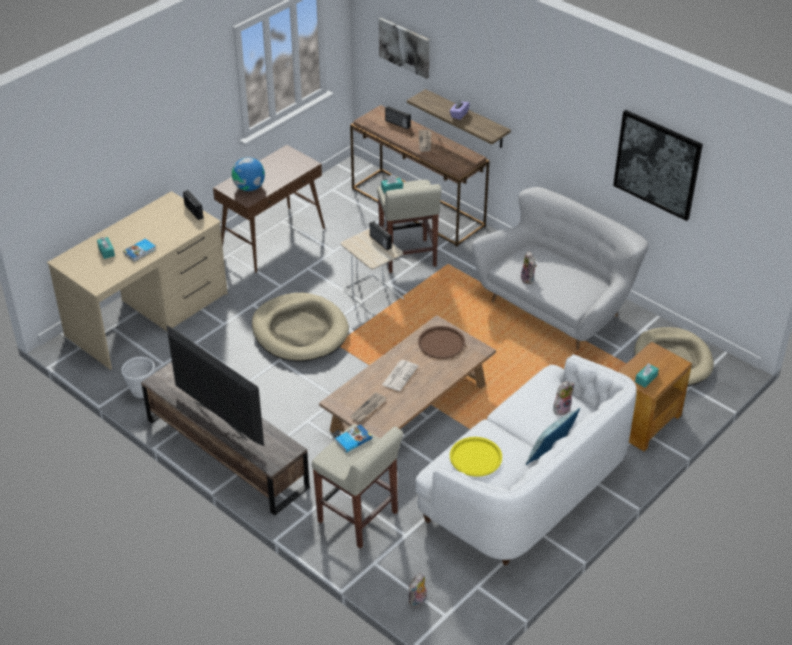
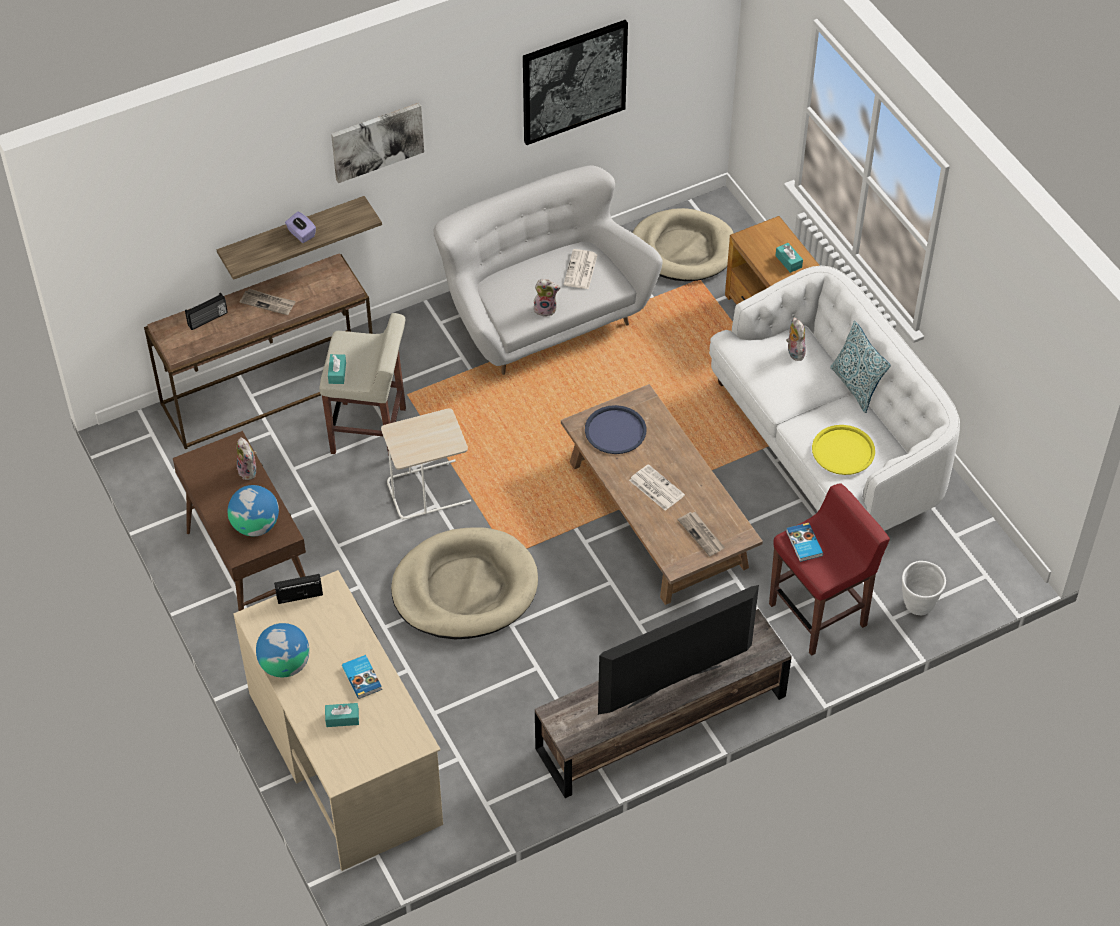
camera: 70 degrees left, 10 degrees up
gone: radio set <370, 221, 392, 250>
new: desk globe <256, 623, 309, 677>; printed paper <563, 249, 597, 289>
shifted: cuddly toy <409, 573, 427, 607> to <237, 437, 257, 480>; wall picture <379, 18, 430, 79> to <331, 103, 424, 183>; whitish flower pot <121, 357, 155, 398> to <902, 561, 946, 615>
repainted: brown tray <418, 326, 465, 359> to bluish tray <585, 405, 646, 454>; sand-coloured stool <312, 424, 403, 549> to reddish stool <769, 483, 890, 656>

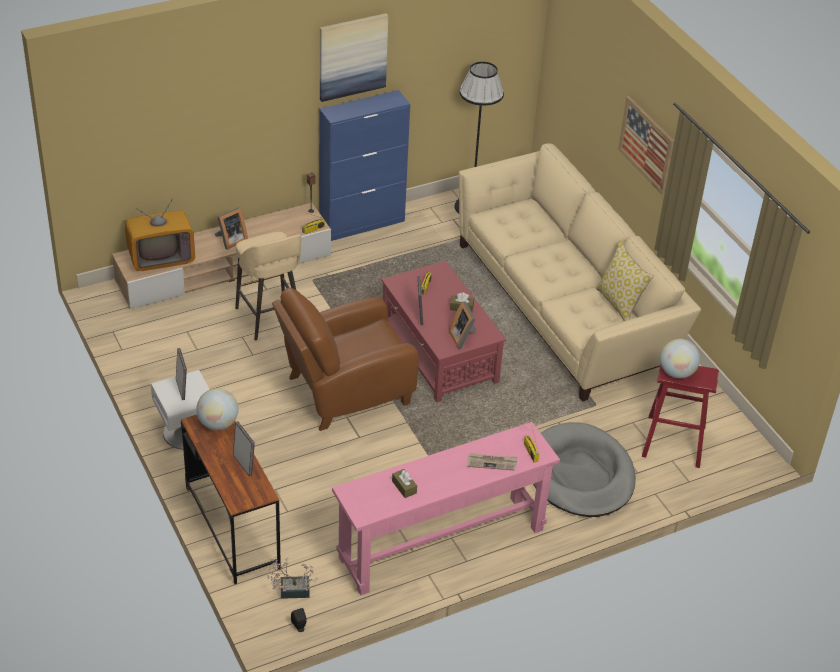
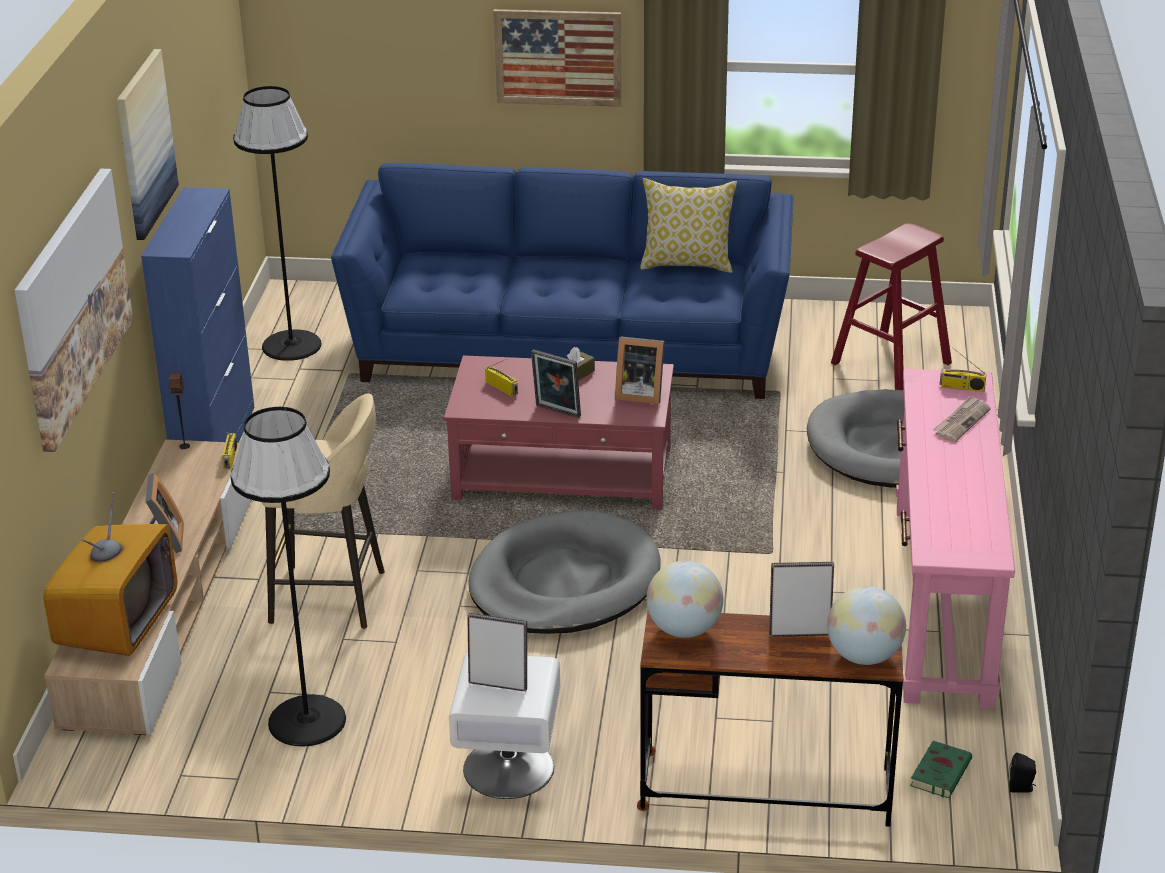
camera: 55 degrees left, 10 degrees down
gone: brown tissue holder <392, 469, 417, 498>
new: wall picture <14, 169, 133, 452>; blackish standing lamp <230, 407, 346, 747>
shifted: desk globe <660, 339, 700, 378> to <827, 586, 906, 665>
swapped: brown lounge chair <272, 288, 419, 431> to gray dog bed <468, 510, 660, 634>; houseplant <267, 557, 318, 599> to green-coloured volume <910, 741, 972, 798>
repainted: sand-coloured sofa <459, 143, 701, 402> to bluish sofa <331, 163, 793, 399>

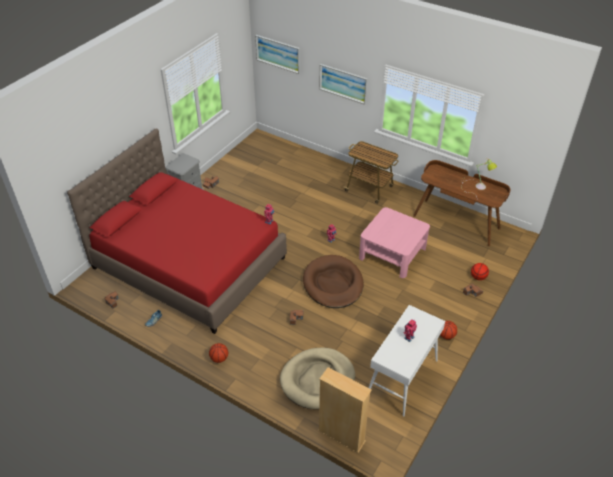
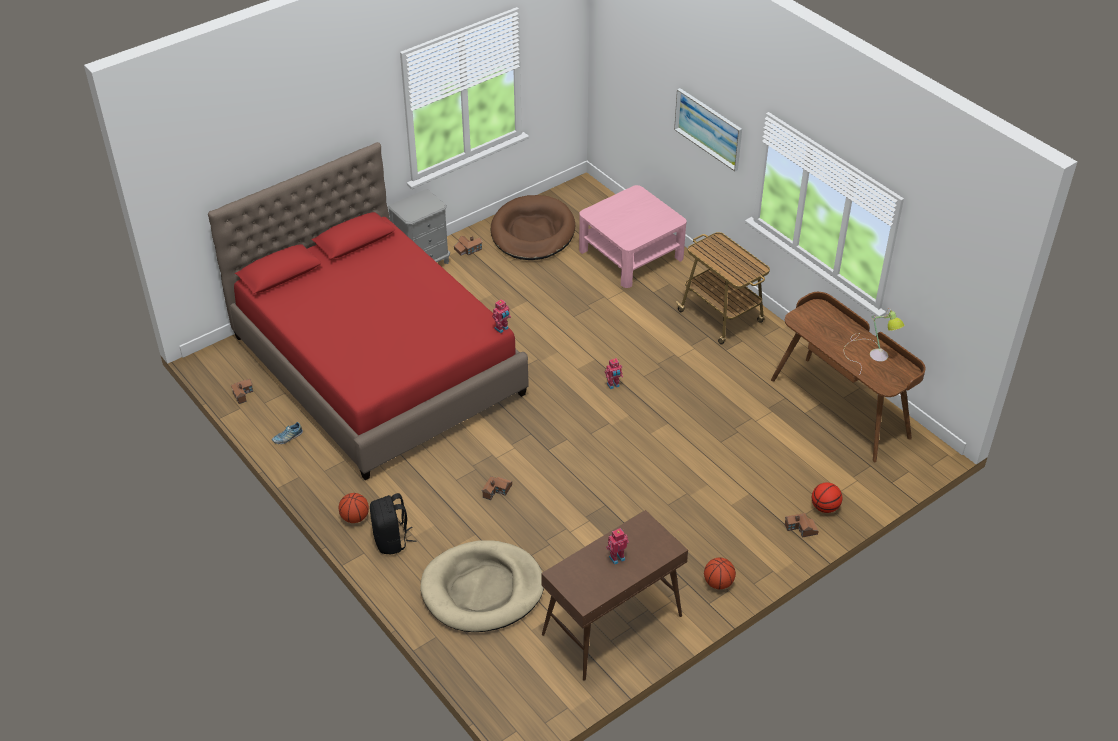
camera: 20 degrees right, 0 degrees up
gone: wall picture <255, 35, 300, 74>; sand-coloured bookcase <318, 367, 372, 453>
new: blackish rucksack <370, 493, 416, 555>
shifted: brown dog bed <303, 255, 364, 308> to <491, 195, 575, 260>; pinkish lounge table <359, 207, 430, 278> to <579, 185, 687, 288>
repainted: whitish console table <369, 305, 445, 417> to brown console table <541, 510, 688, 680>

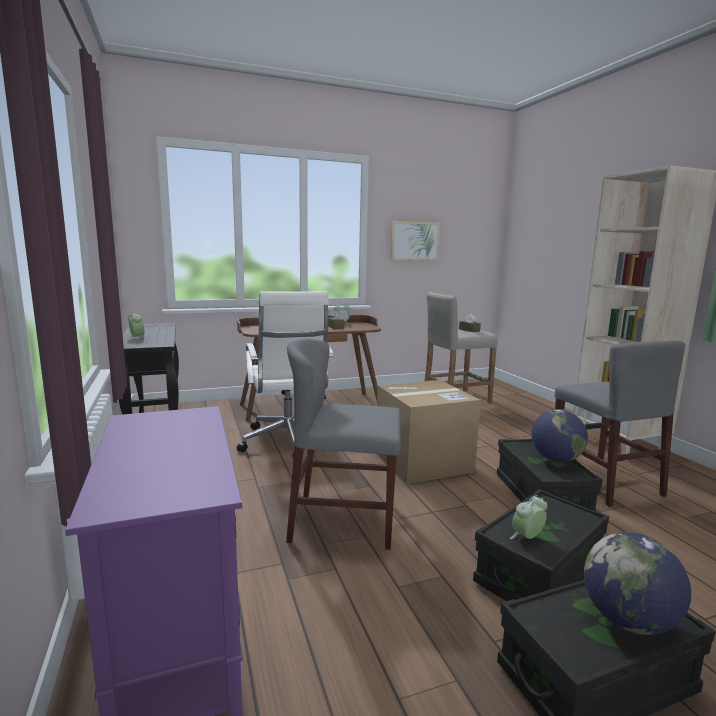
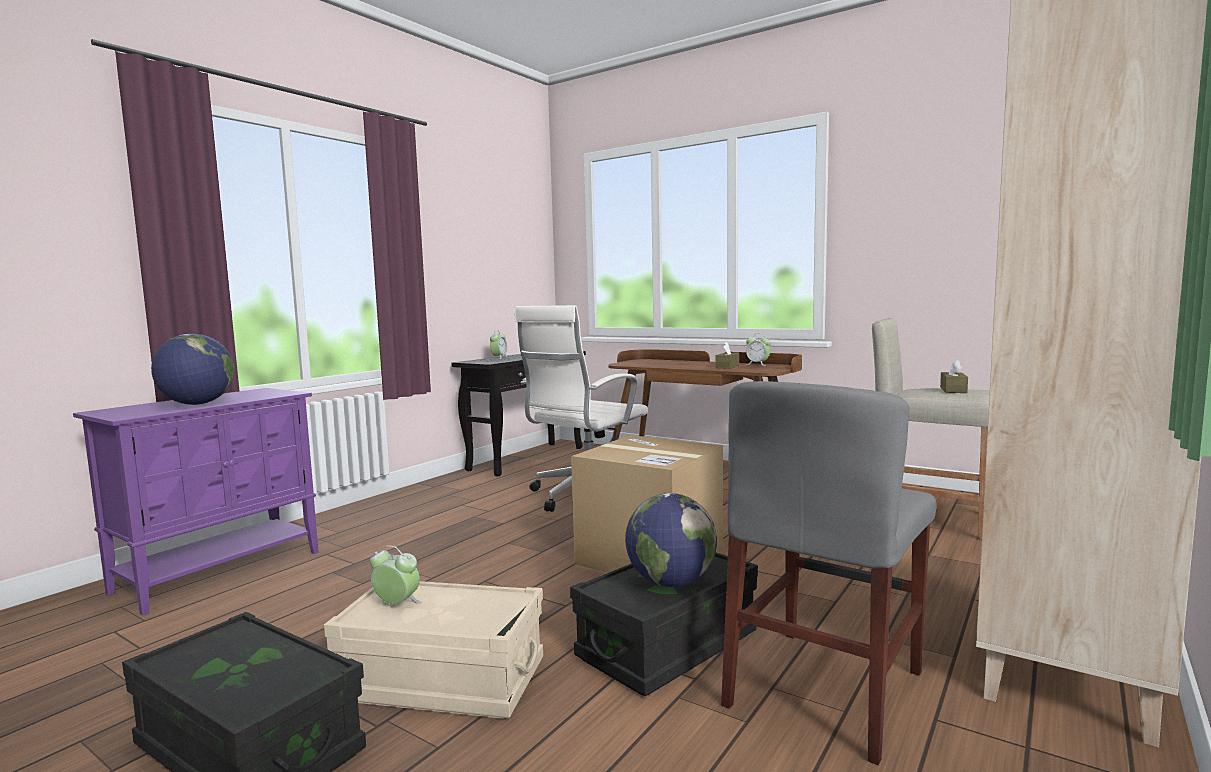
camera: 55 degrees right, 5 degrees down
gone: gray chair <286, 338, 401, 550>; wall picture <390, 221, 440, 261>
shifted: desk globe <584, 532, 691, 635> to <151, 334, 234, 405>
repainted: blackish storage container <473, 489, 609, 601> to sand-coloured storage container <324, 581, 543, 719>

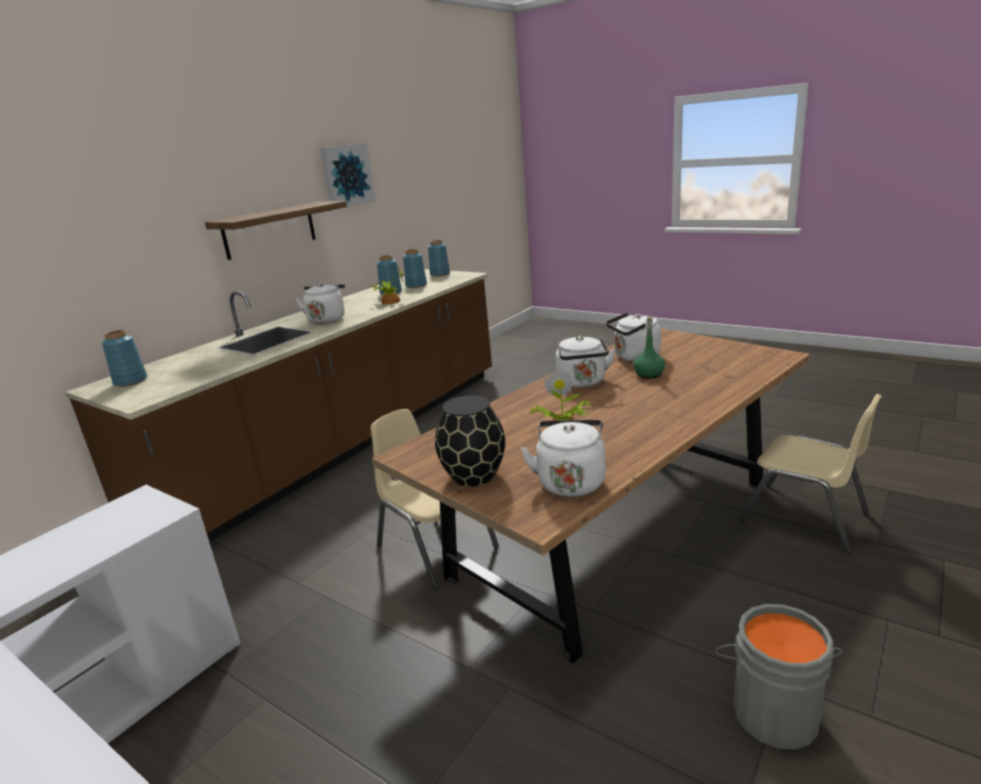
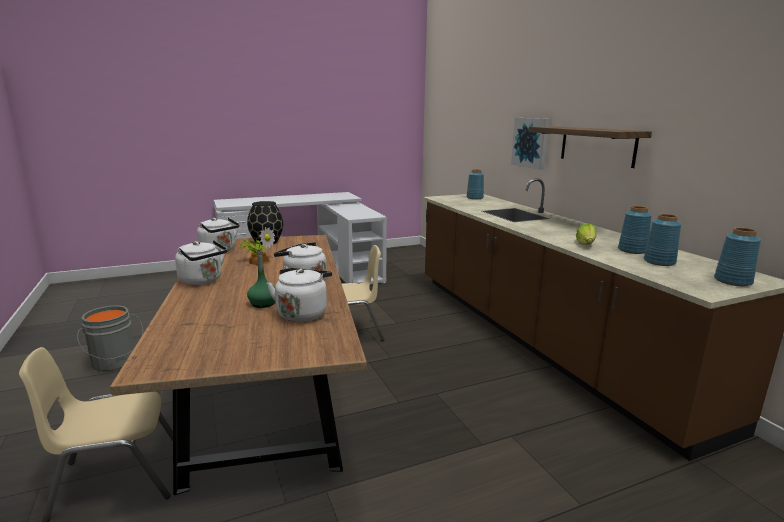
camera: 120 degrees right, 5 degrees down
shifted: whitish tea kettle <295, 283, 345, 324> to <175, 240, 227, 285>; wall picture <320, 143, 375, 207> to <511, 118, 550, 170>
swapped: houseplant <369, 266, 404, 304> to head of lettuce <576, 223, 596, 245>

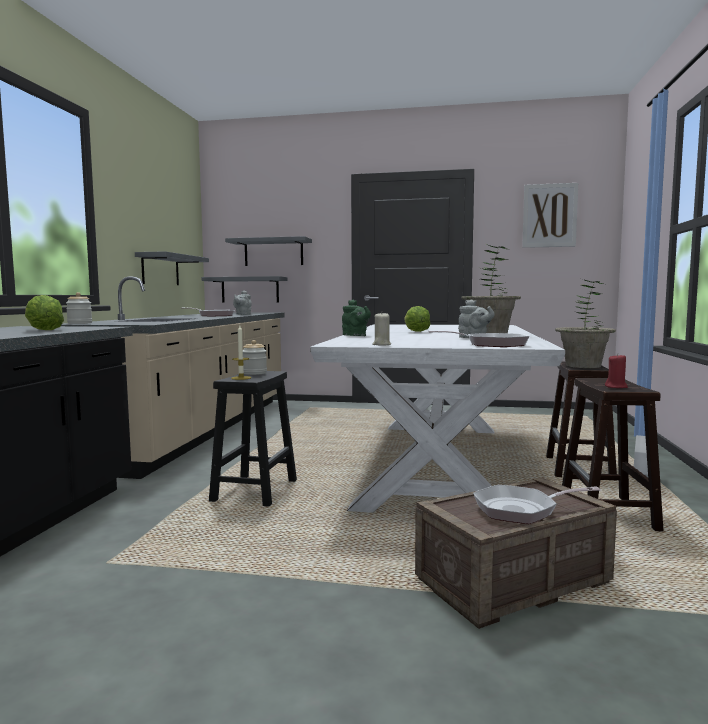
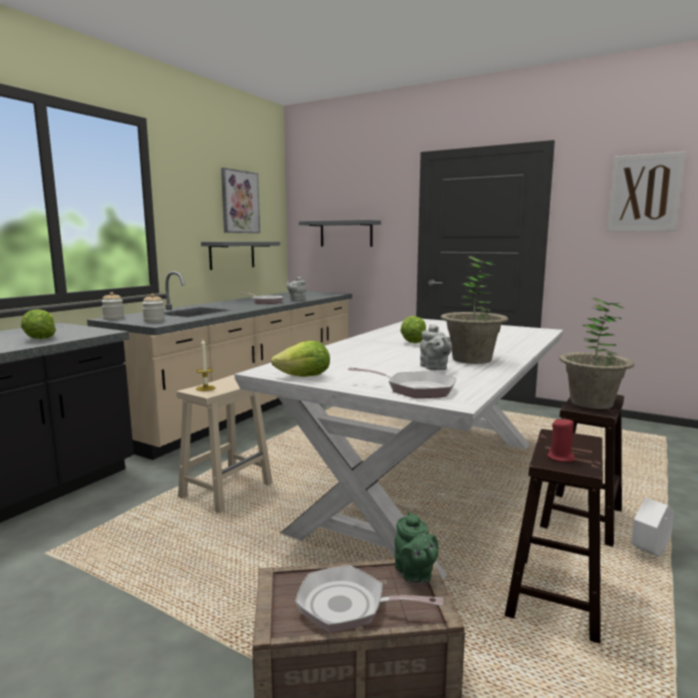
camera: 20 degrees right, 5 degrees up
gone: gray shelf <202, 276, 287, 303>
new: wall picture <221, 168, 260, 233>
shifted: jar <243, 340, 267, 375> to <142, 293, 165, 322>; green-coloured tea pot <342, 300, 371, 336> to <394, 511, 439, 583>
swapped: sand-coloured wax candle <372, 312, 391, 346> to head of lettuce <271, 341, 330, 377>
repainted: blackish stool <209, 371, 297, 507> to sand-coloured stool <176, 375, 273, 513>

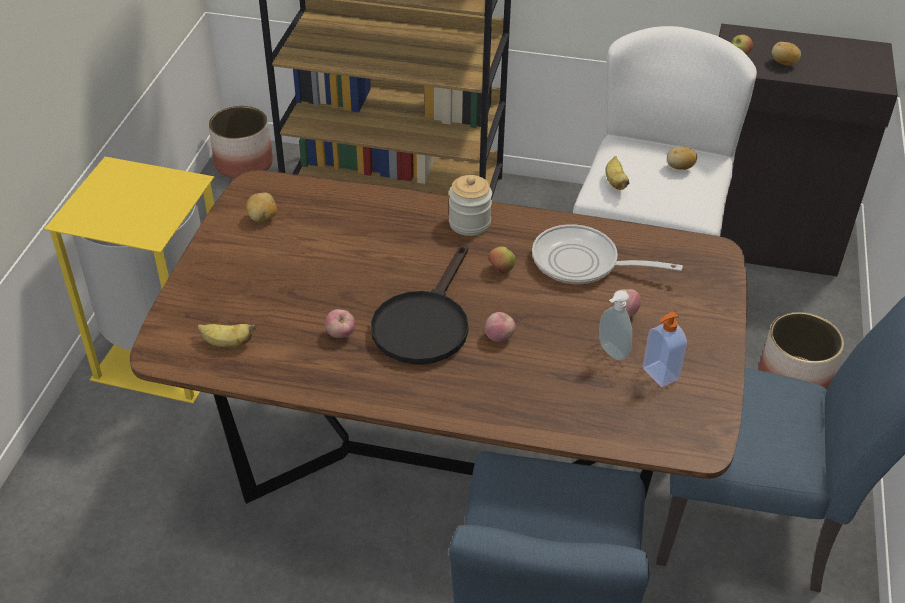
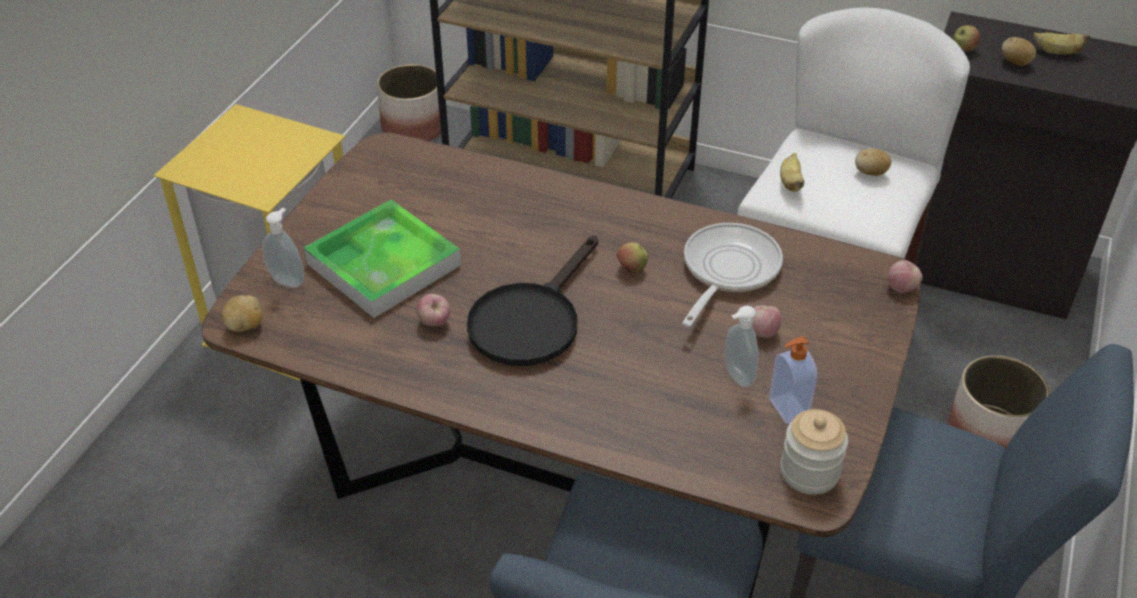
camera: 10 degrees right, 0 degrees up
new: liquid soap bottle <262, 208, 304, 288>; tray <304, 200, 461, 318>
shifted: potato <246, 192, 277, 222> to <222, 295, 262, 332>; jar <449, 175, 492, 236> to <780, 409, 848, 495>; whole apple <485, 312, 516, 342> to <887, 260, 923, 293>; banana <198, 324, 256, 347> to <1033, 32, 1090, 55>
rotated: pan <532, 224, 683, 284> = <682, 223, 783, 327> 90 degrees clockwise

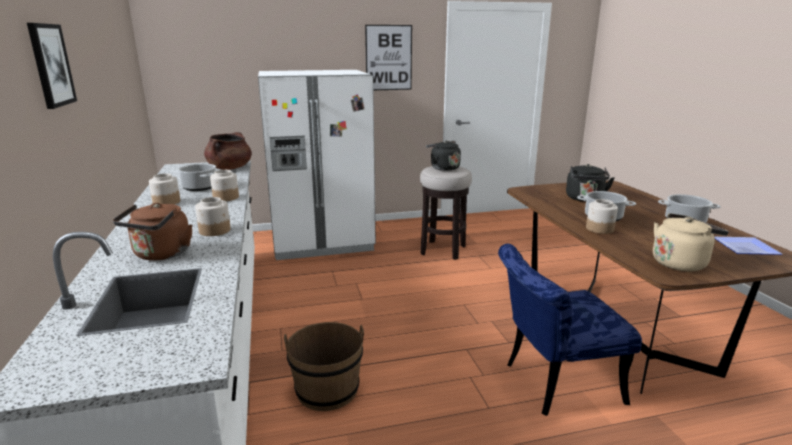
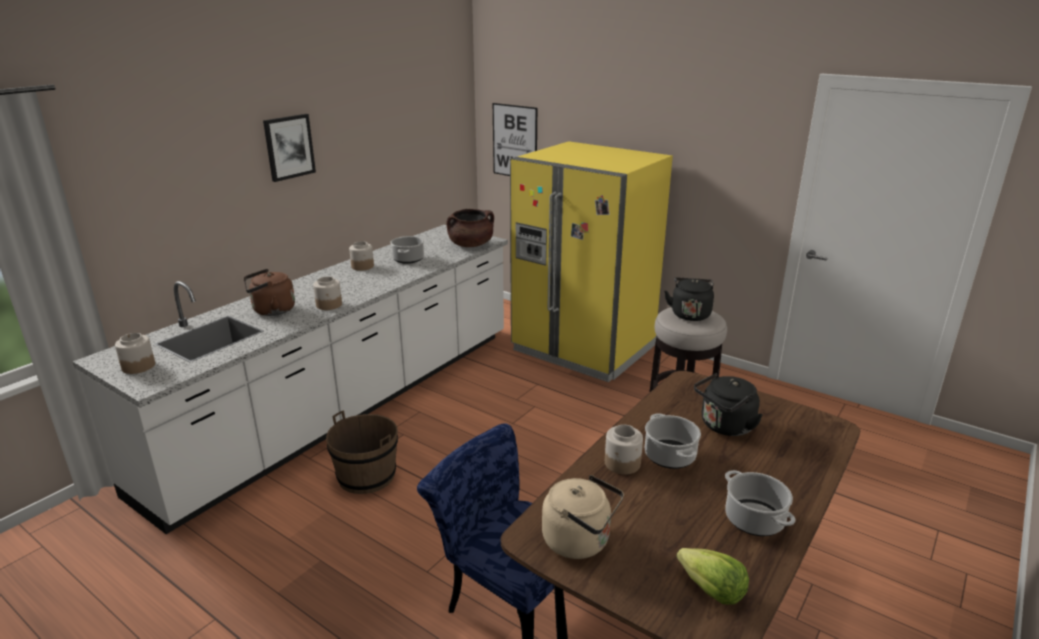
camera: 50 degrees right, 5 degrees up
shifted: jar <210, 170, 239, 201> to <115, 333, 155, 374>; wall picture <365, 25, 412, 90> to <493, 103, 537, 176>
swapped: dinner plate <715, 237, 782, 255> to head of lettuce <676, 548, 749, 605>
repainted: whitish fridge <258, 70, 376, 260> to yellowish fridge <510, 141, 673, 382>

